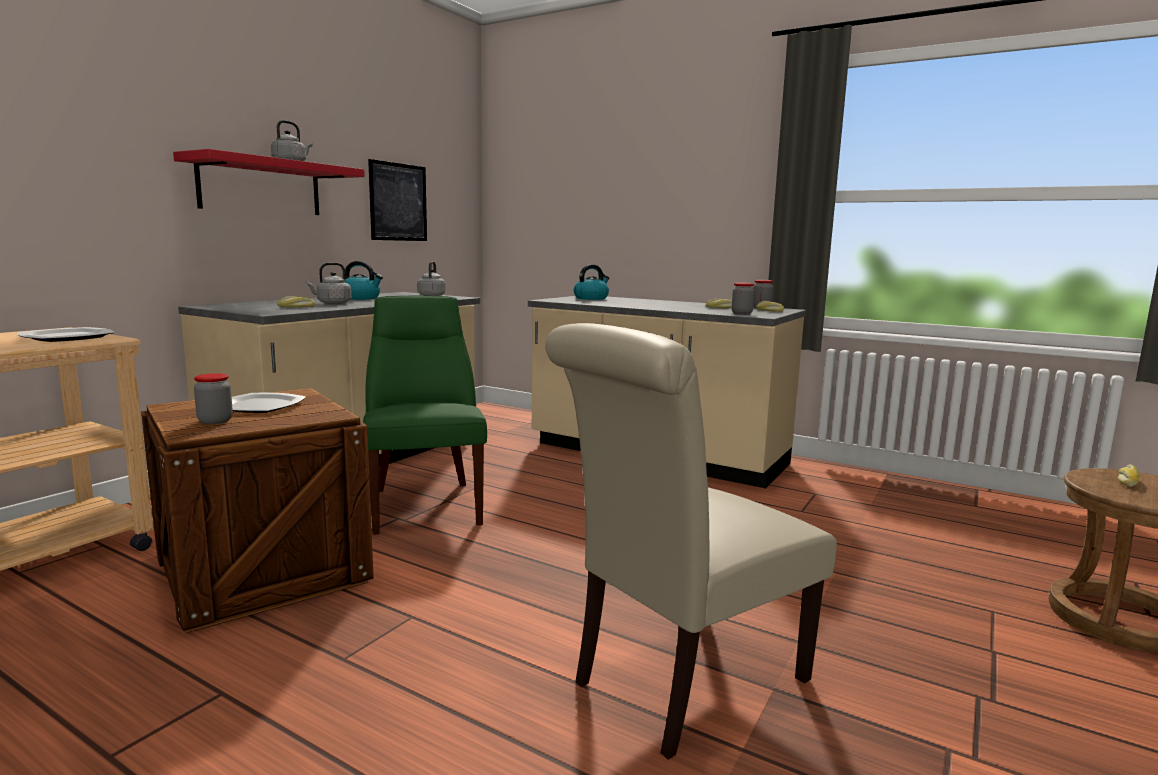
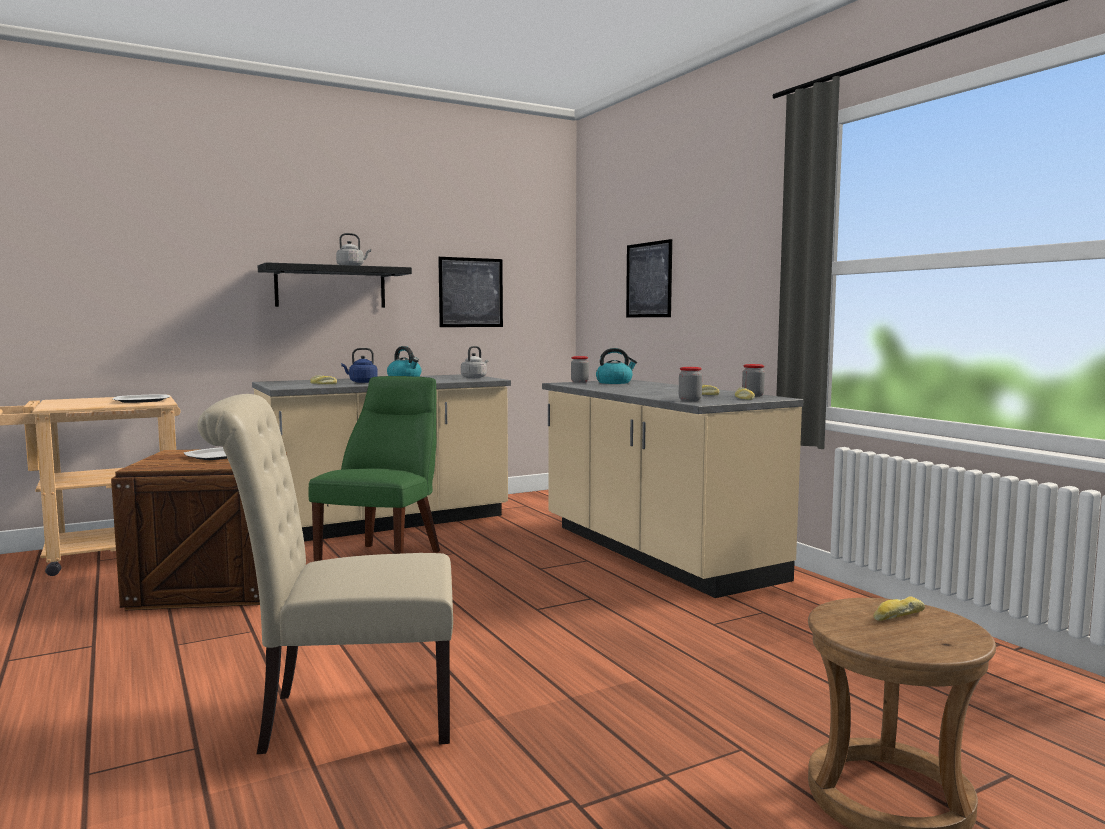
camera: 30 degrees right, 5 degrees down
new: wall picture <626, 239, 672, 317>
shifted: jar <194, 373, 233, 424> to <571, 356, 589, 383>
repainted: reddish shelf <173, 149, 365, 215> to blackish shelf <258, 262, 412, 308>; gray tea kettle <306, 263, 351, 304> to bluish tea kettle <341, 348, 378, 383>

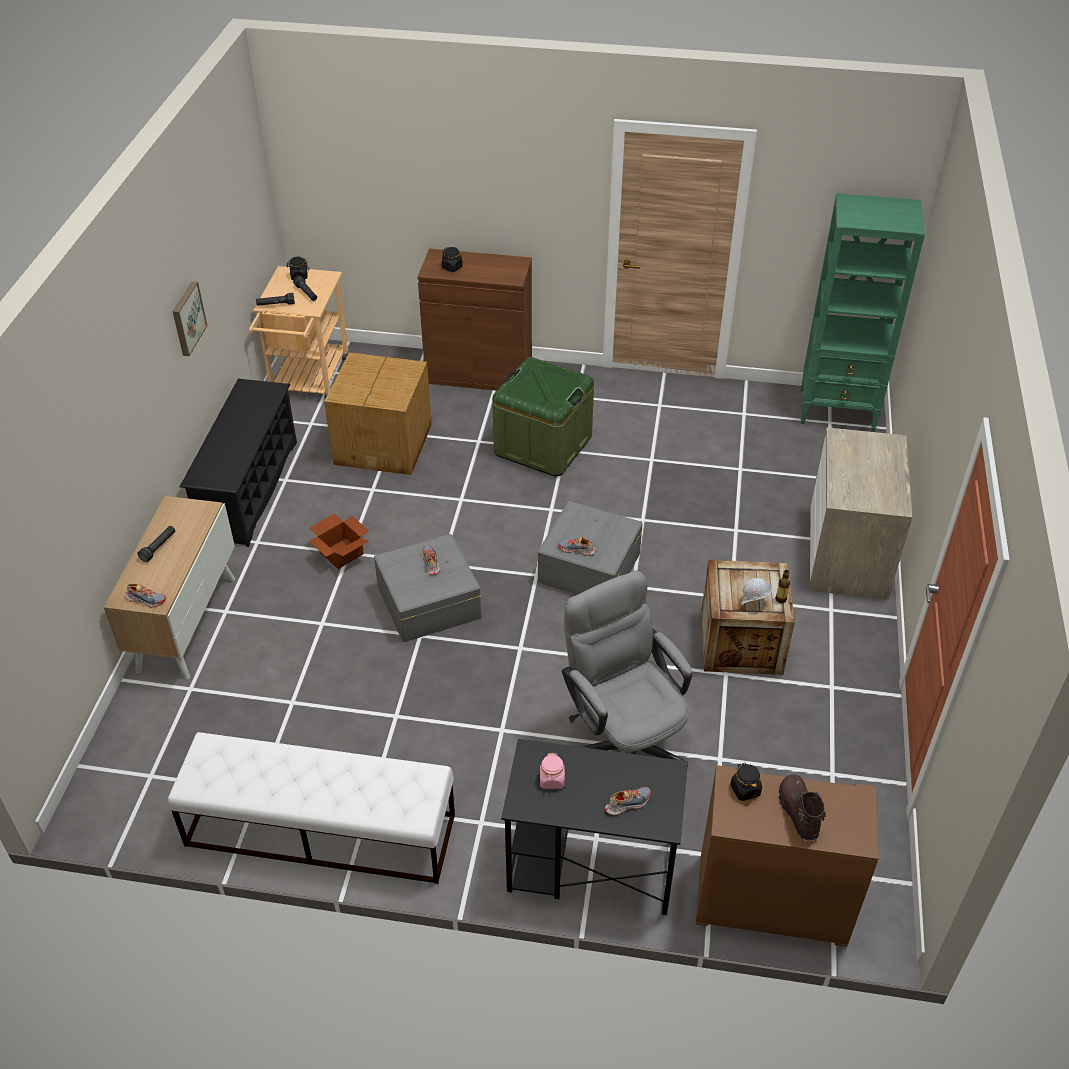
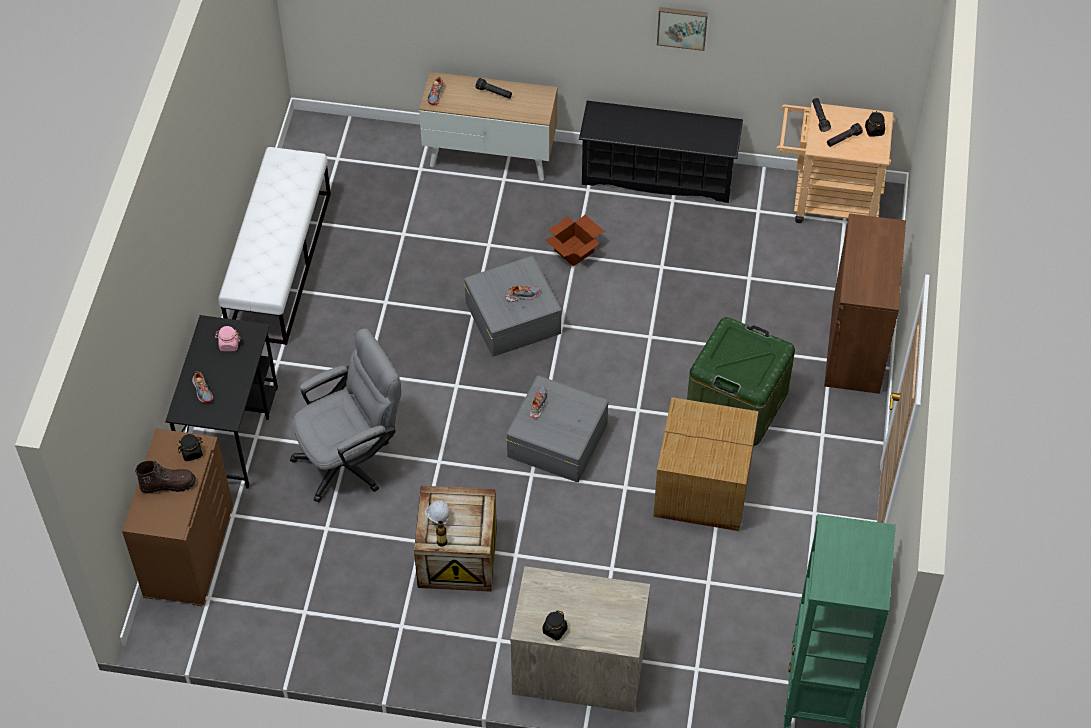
camera: 90 degrees right, 10 degrees up
shifted: blackish jar <442, 247, 463, 272> to <543, 610, 568, 640>; carton <324, 352, 432, 475> to <653, 397, 759, 531>

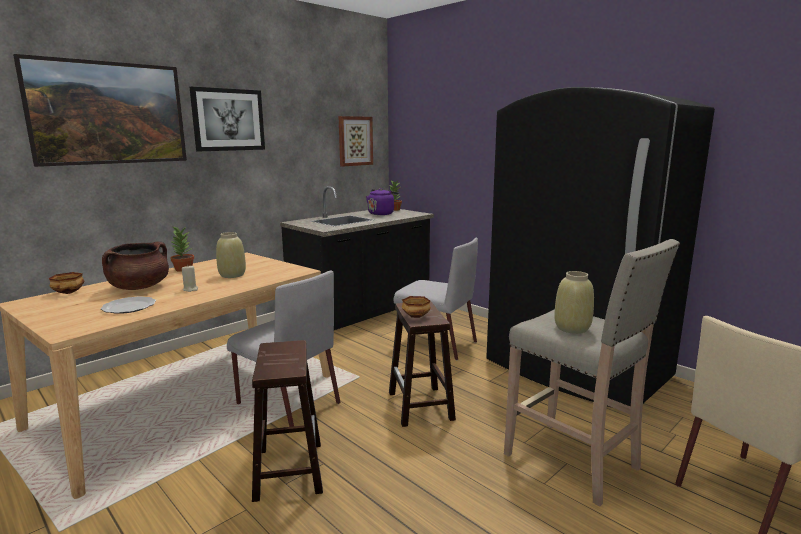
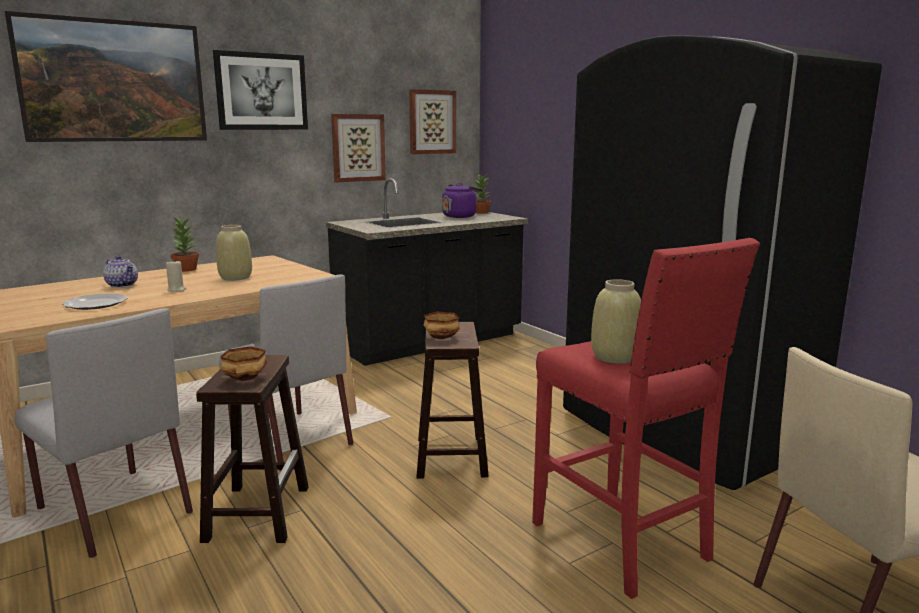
camera: 10 degrees right, 0 degrees up
new: wall picture <331, 114, 386, 182>
shifted: gray chair <394, 238, 478, 360> to <14, 308, 193, 558>; deep dish <49, 272, 84, 294> to <220, 346, 267, 381>
swapped: brown saucepot <102, 242, 169, 290> to tea pot <103, 255, 138, 288>
repainted: sand-coloured stool <504, 239, 680, 506> to reddish stool <532, 238, 760, 599>

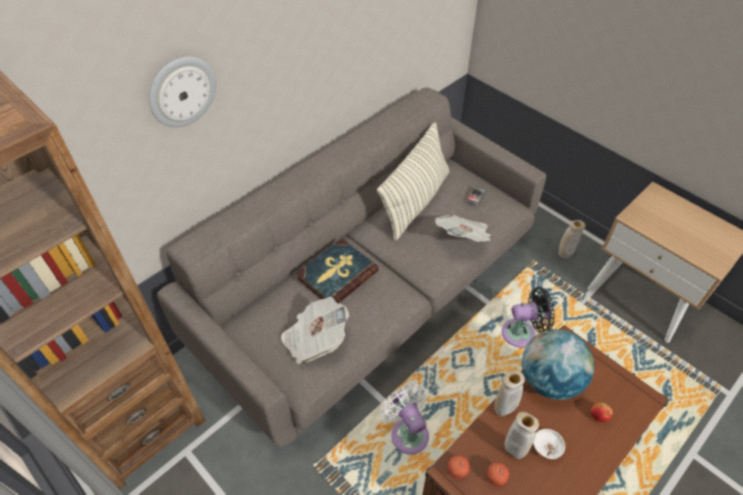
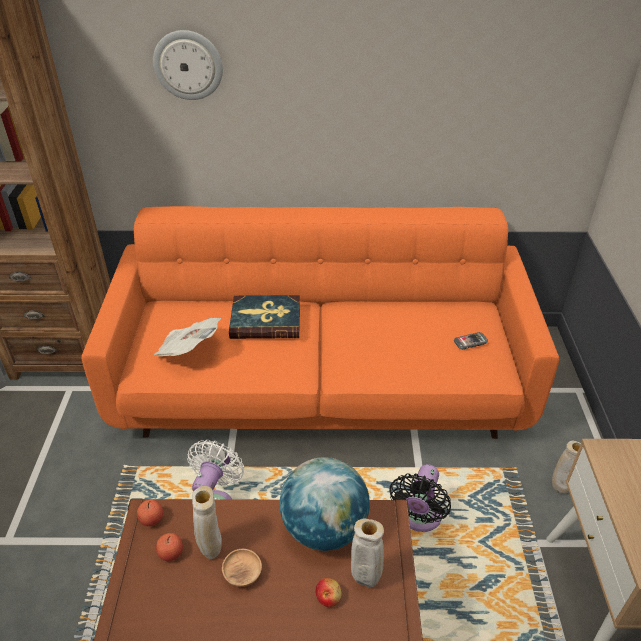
camera: 45 degrees right, 10 degrees down
gone: cushion <377, 122, 449, 241>; printed paper <435, 215, 491, 242>
shifted: sand-coloured flower vase <494, 370, 525, 417> to <351, 519, 384, 587>
repainted: gray sofa <157, 87, 546, 447> to orange-coloured sofa <81, 206, 559, 439>; whitish deep dish <533, 429, 565, 459> to brown deep dish <222, 549, 262, 587>
rotated: blackish cooling fan <502, 287, 555, 347> = <390, 464, 451, 532> 75 degrees clockwise

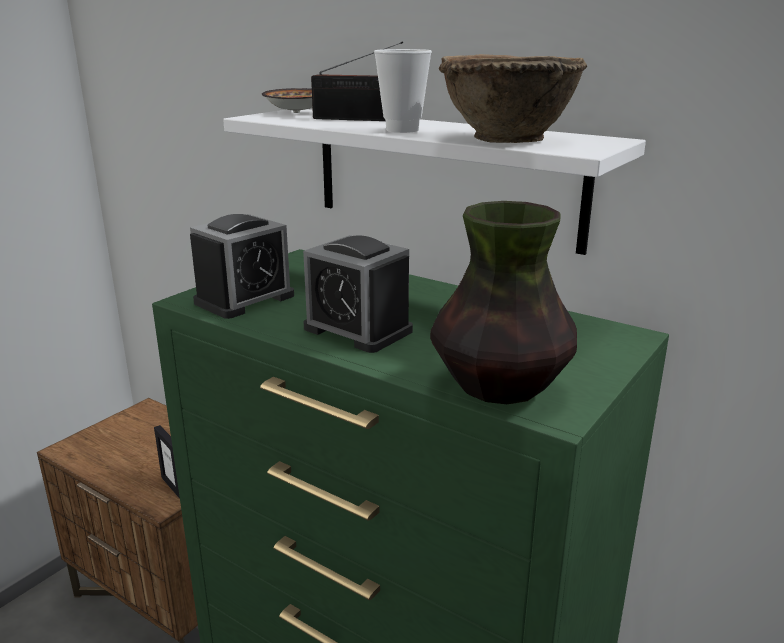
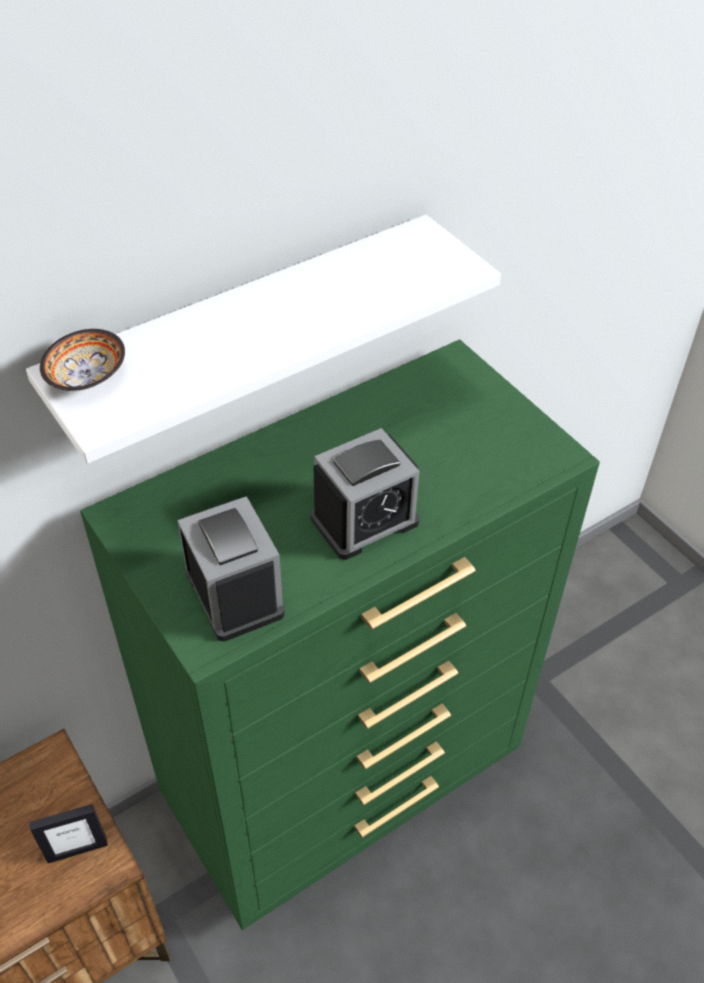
camera: 70 degrees left, 25 degrees up
gone: radio set <311, 41, 403, 121>; cup <374, 49, 432, 133>; flower vase <430, 201, 577, 404>; brown deep dish <439, 54, 587, 143>

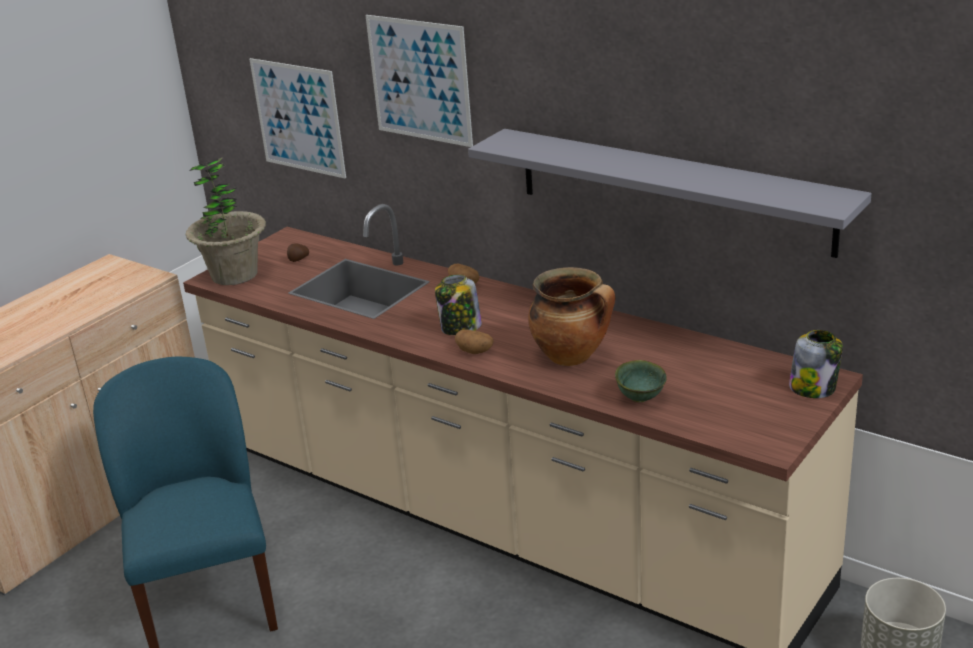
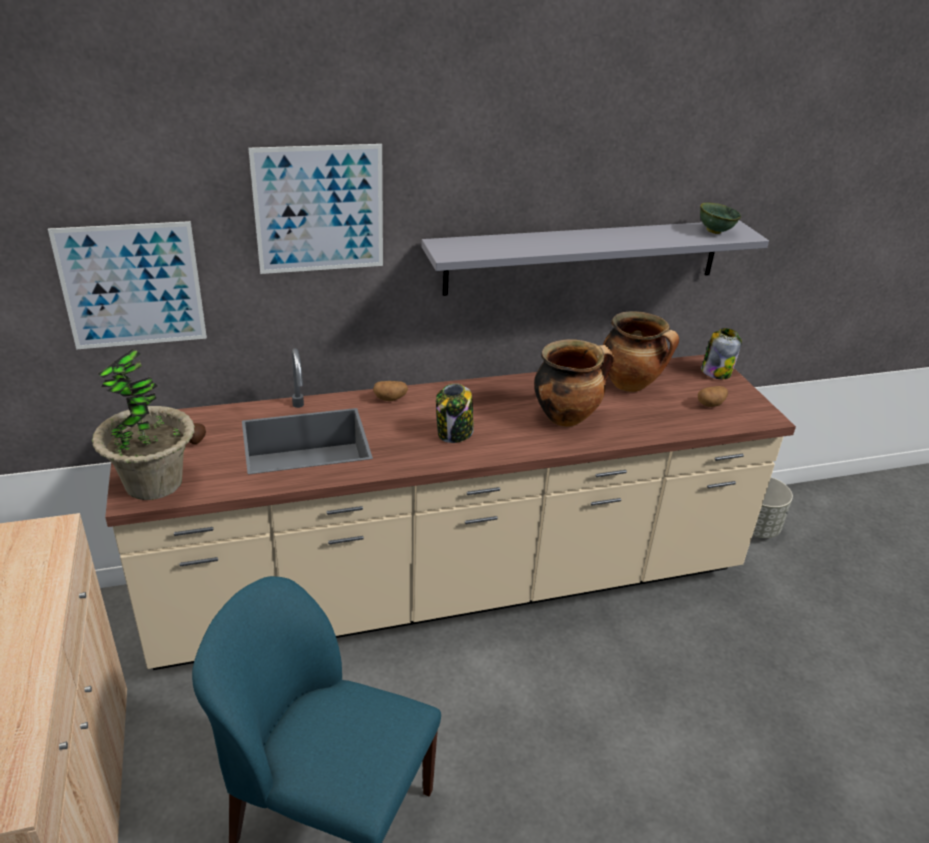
camera: 55 degrees left, 5 degrees up
new: saucepot <603, 311, 679, 392>
shifted: potato <455, 330, 494, 354> to <698, 386, 728, 407>; green-coloured deep dish <615, 360, 667, 402> to <700, 203, 741, 234>

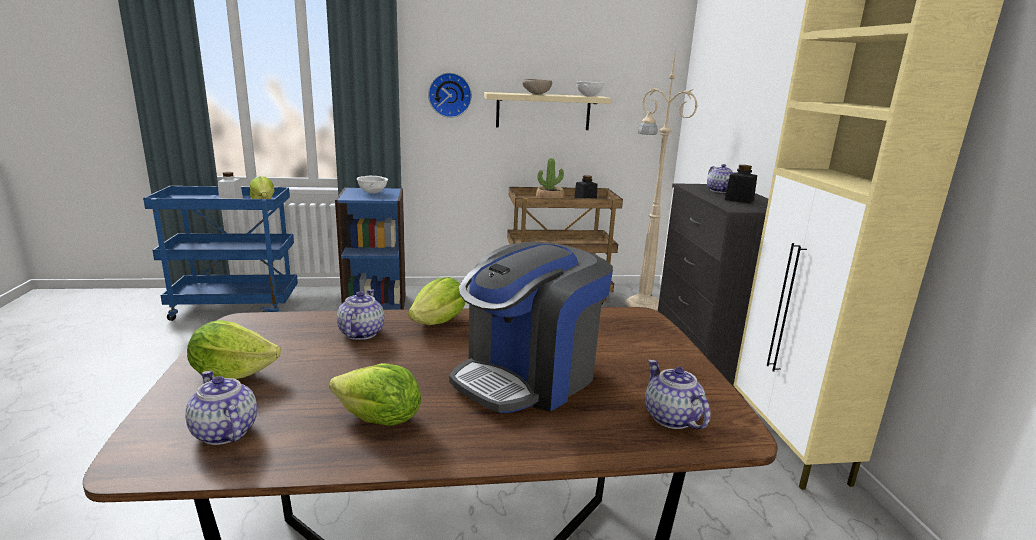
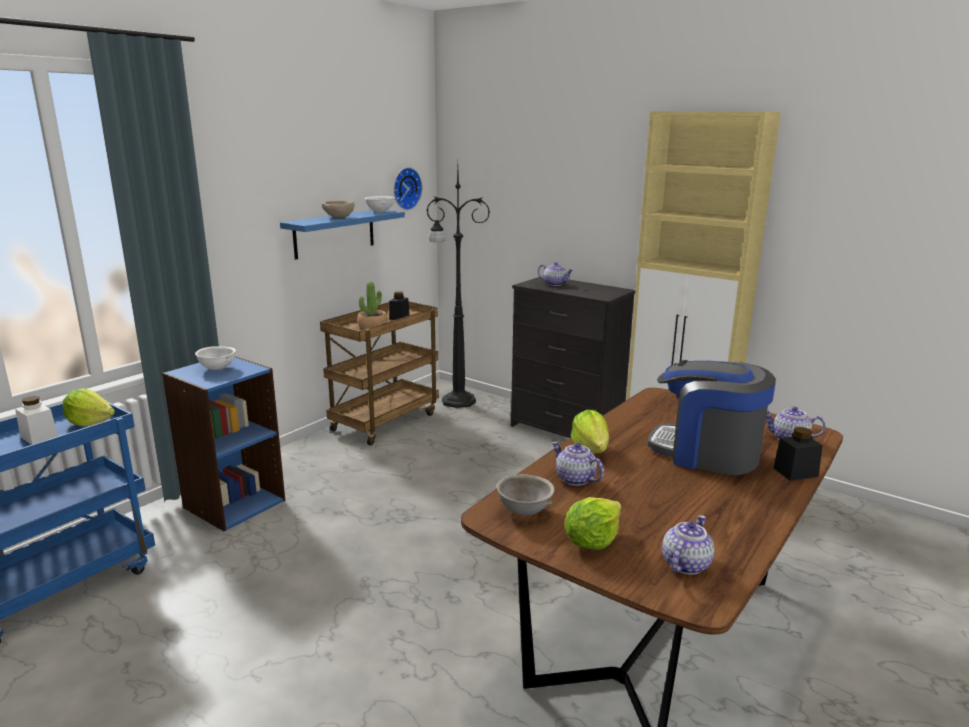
camera: 45 degrees left, 0 degrees up
gone: head of lettuce <329, 363, 421, 426>
new: gray deep dish <497, 474, 554, 516>
shifted: hanging clock <428, 73, 472, 118> to <394, 167, 422, 210>; blackish jar <725, 165, 757, 204> to <774, 427, 823, 481>
repainted: sand-coloured shelf <484, 92, 612, 130> to bluish shelf <280, 210, 405, 260>; sand-coloured standing lamp <625, 49, 698, 311> to blackish standing lamp <426, 167, 490, 408>
rotated: coffee brewer <449, 242, 613, 413> = <648, 360, 776, 475> 120 degrees clockwise; tea pot <185, 371, 257, 445> = <662, 515, 715, 575> 120 degrees clockwise

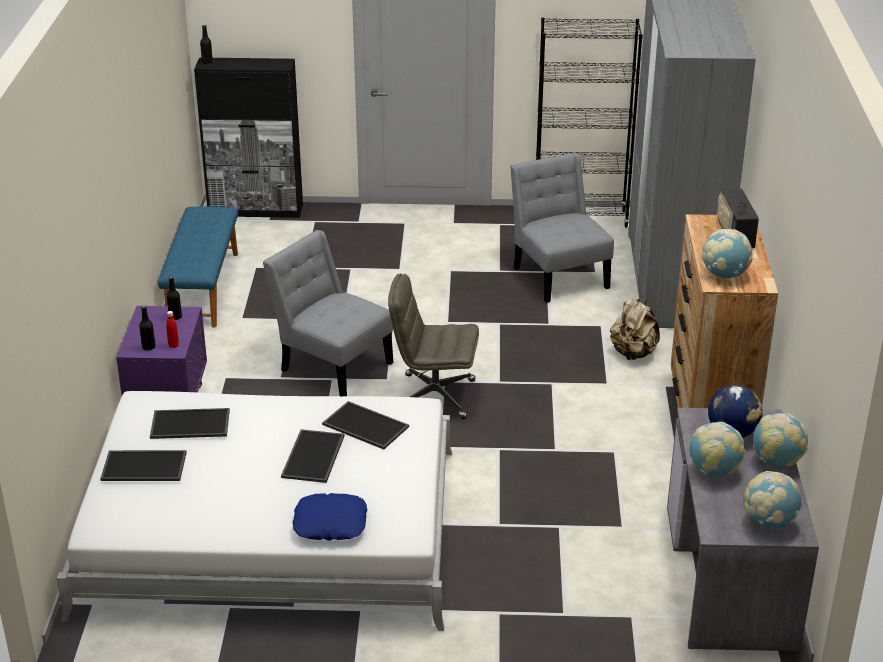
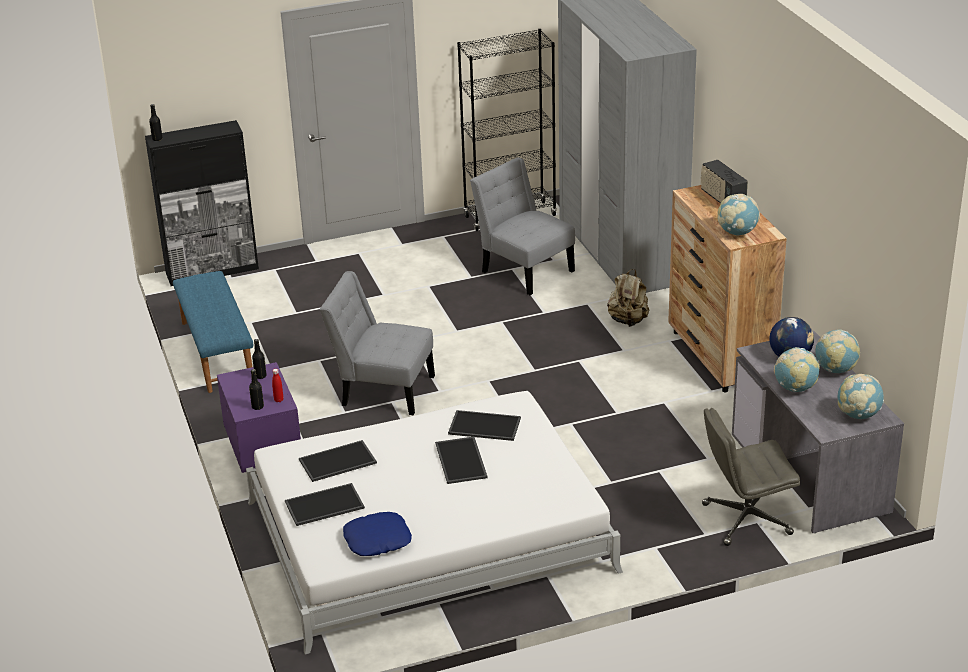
camera: 20 degrees left, 0 degrees up
shifted: bluish cushion <293, 493, 367, 541> to <343, 512, 412, 556>; gray computer chair <388, 273, 479, 419> to <702, 408, 800, 546>

